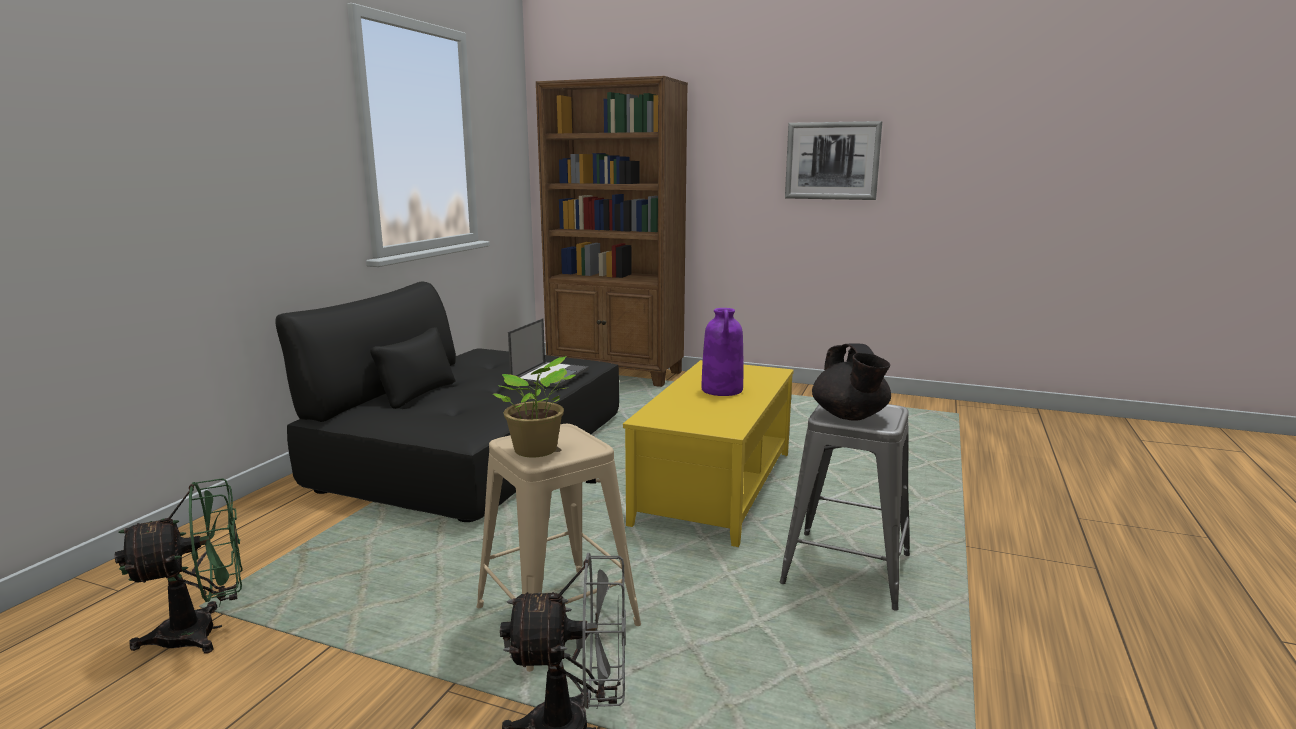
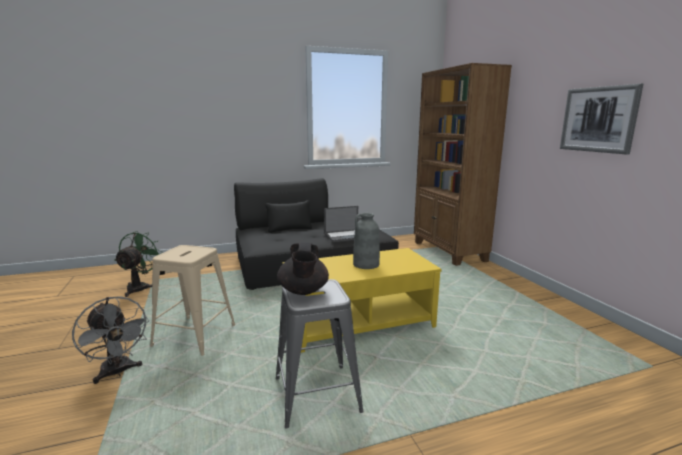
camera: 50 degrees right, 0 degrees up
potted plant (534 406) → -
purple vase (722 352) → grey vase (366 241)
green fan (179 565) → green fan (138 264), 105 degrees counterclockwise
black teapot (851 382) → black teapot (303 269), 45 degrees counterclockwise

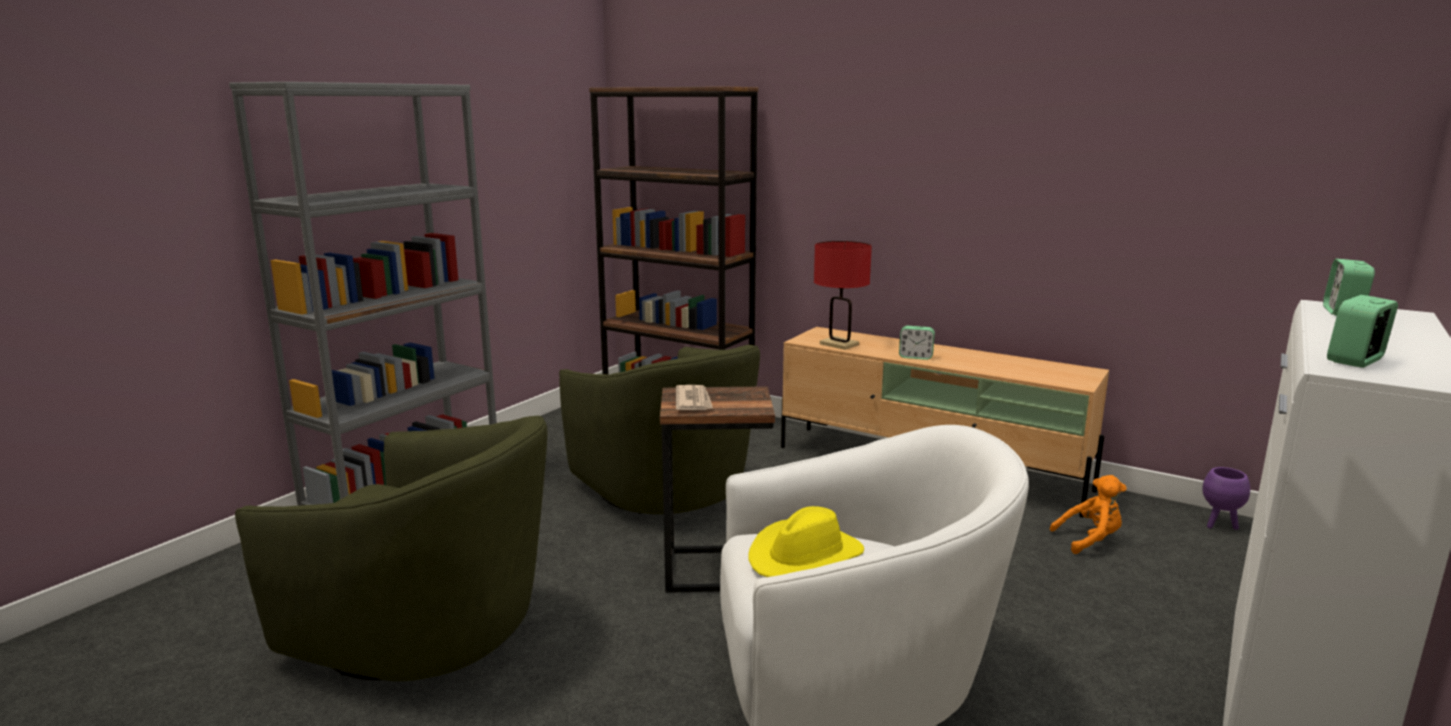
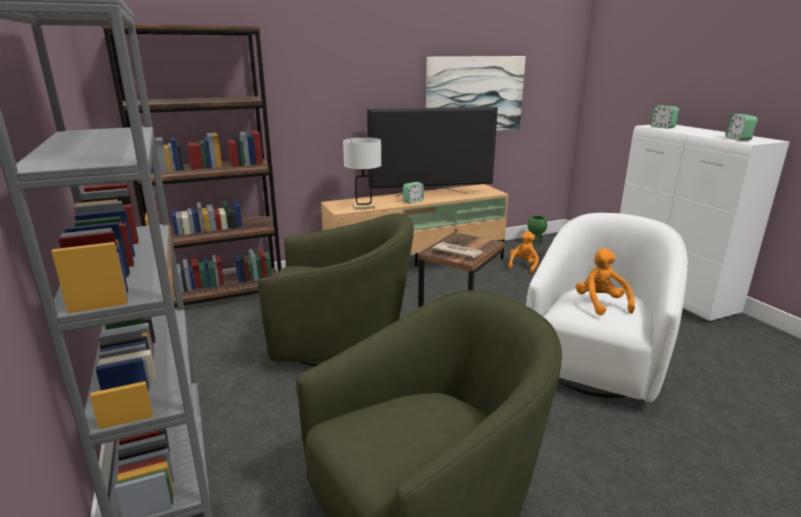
camera: 55 degrees left, 5 degrees up
- → television (432 152)
- → picture (476 93)
yellow hat (806 541) → orange plush toy (605 282)
red table lamp (843 295) → white table lamp (362 173)
purple planter (1226 498) → green planter (537 230)

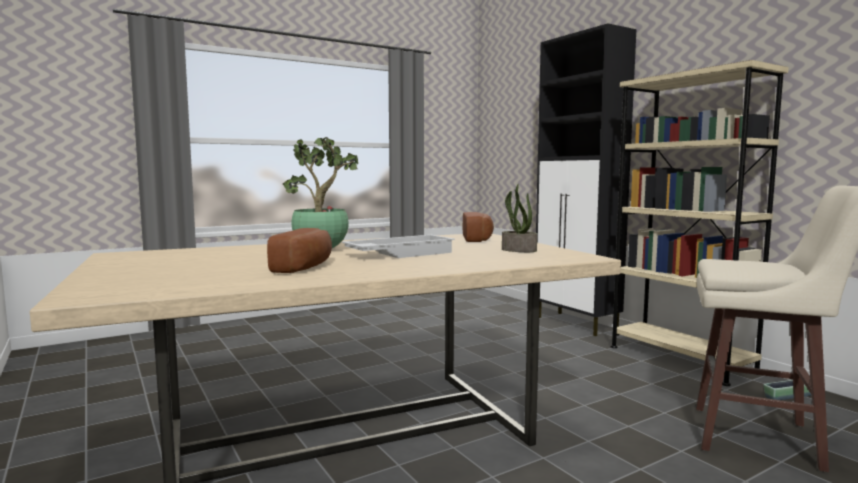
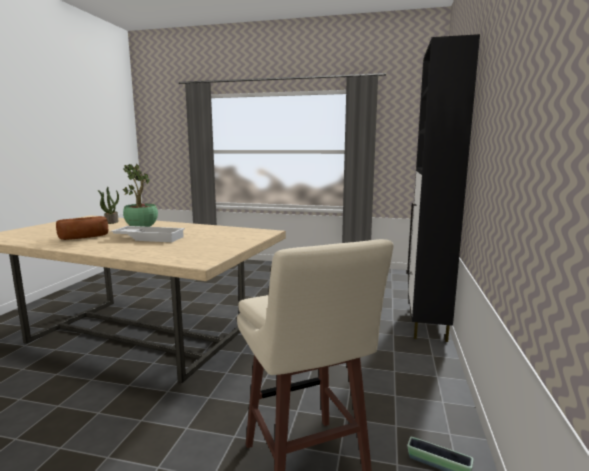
camera: 45 degrees right, 5 degrees up
bread (478 227) → -
beige bookcase (699 223) → -
potted plant (519 217) → potted plant (108 205), shifted

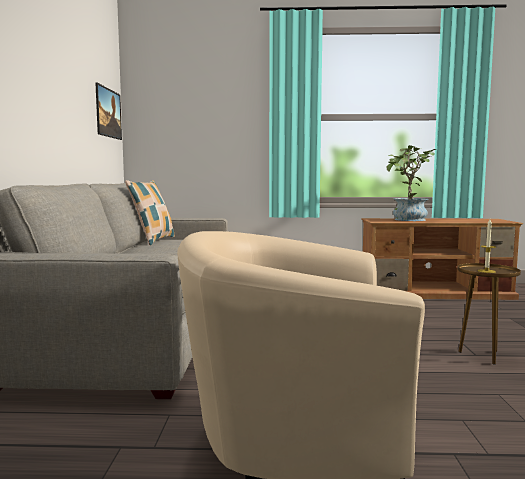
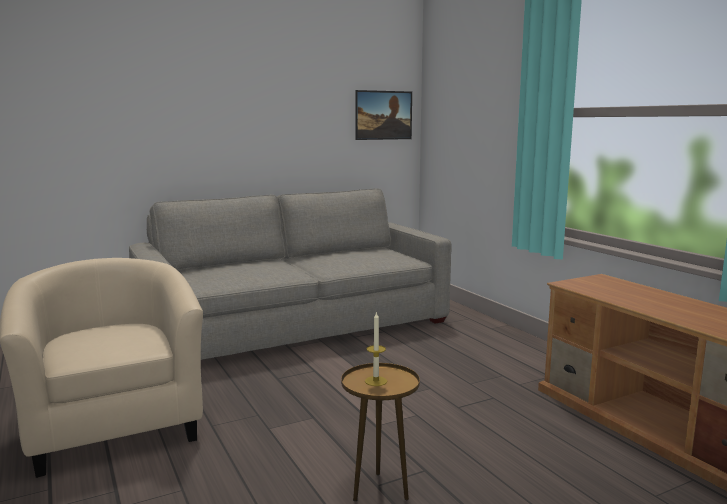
camera: 60 degrees right, 5 degrees up
pillow (150 212) → -
potted plant (411 183) → -

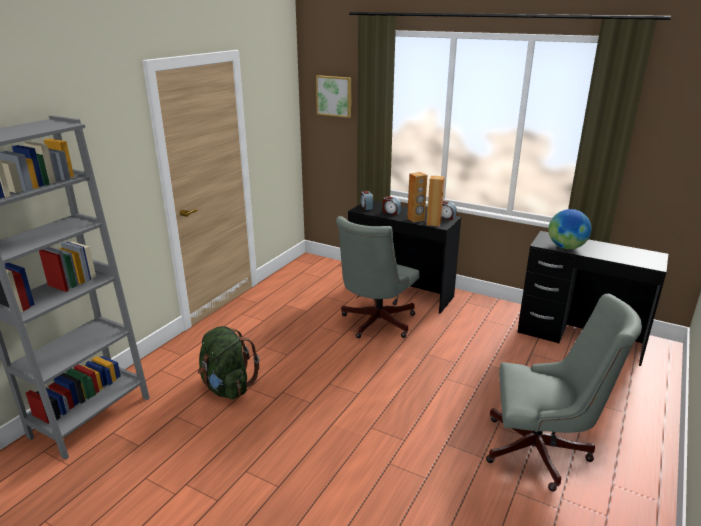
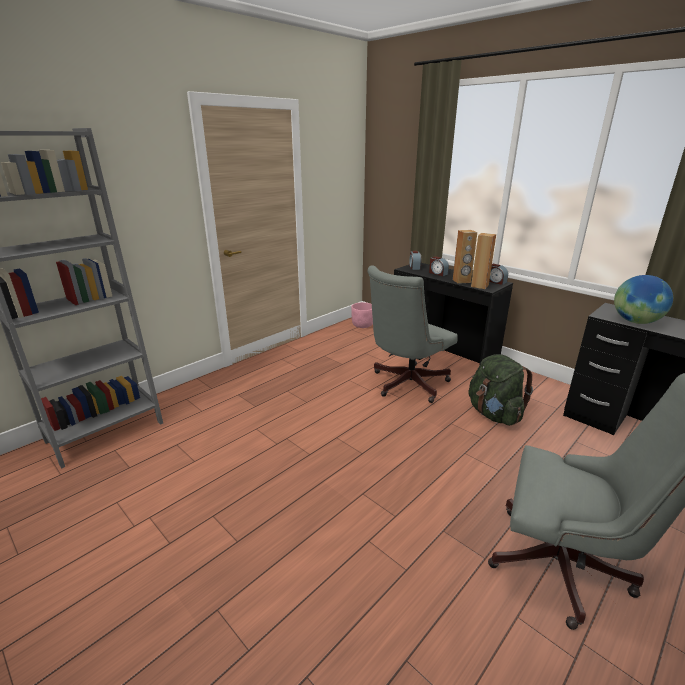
camera: 15 degrees right, 0 degrees up
picture (333 96) → -
- → pink planter (362 315)
green backpack (228 363) → green backpack (500 390), shifted

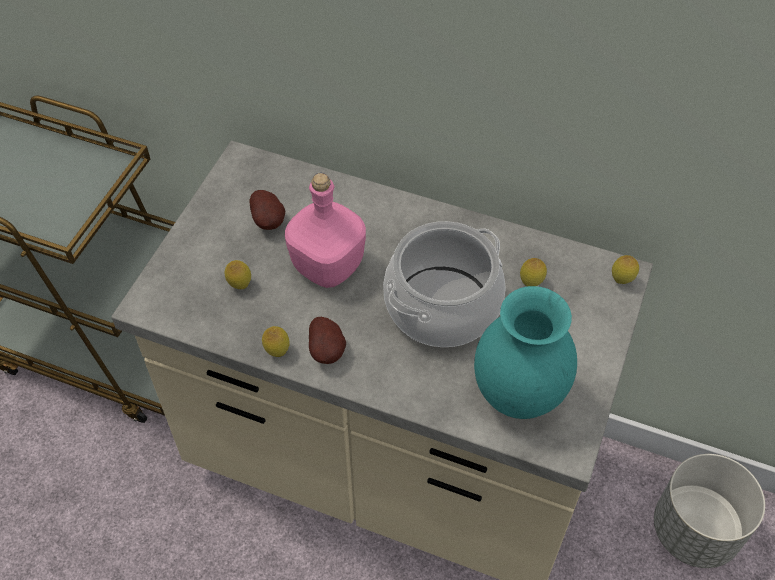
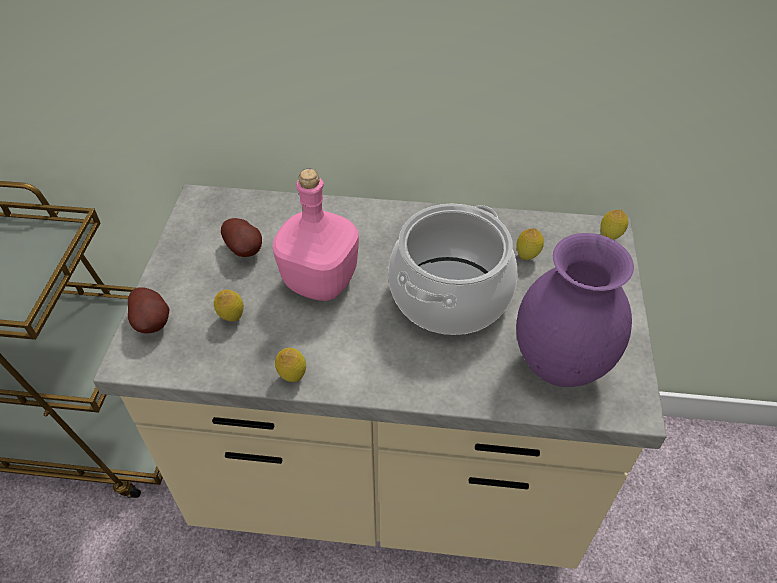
camera: 15 degrees left, 5 degrees down
grey planter (709 511) → -
potato (327 340) → potato (149 310), shifted
turquoise vase (525 352) → purple vase (575 310)

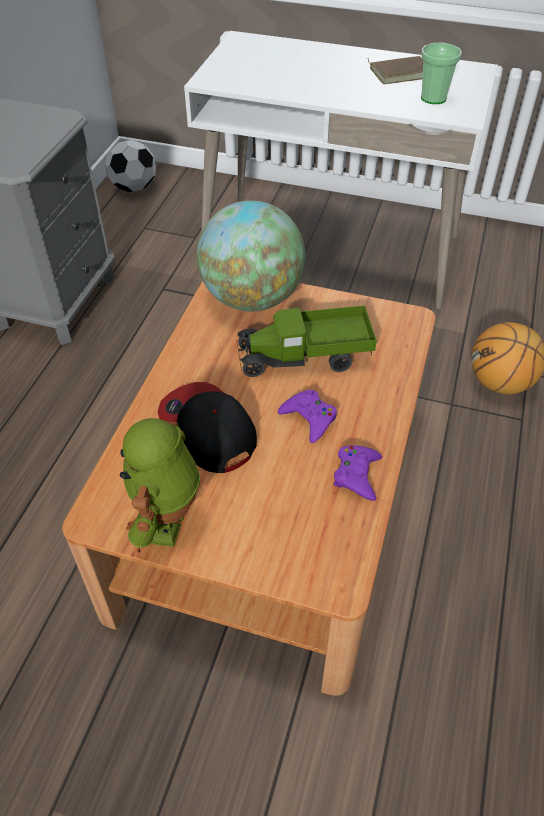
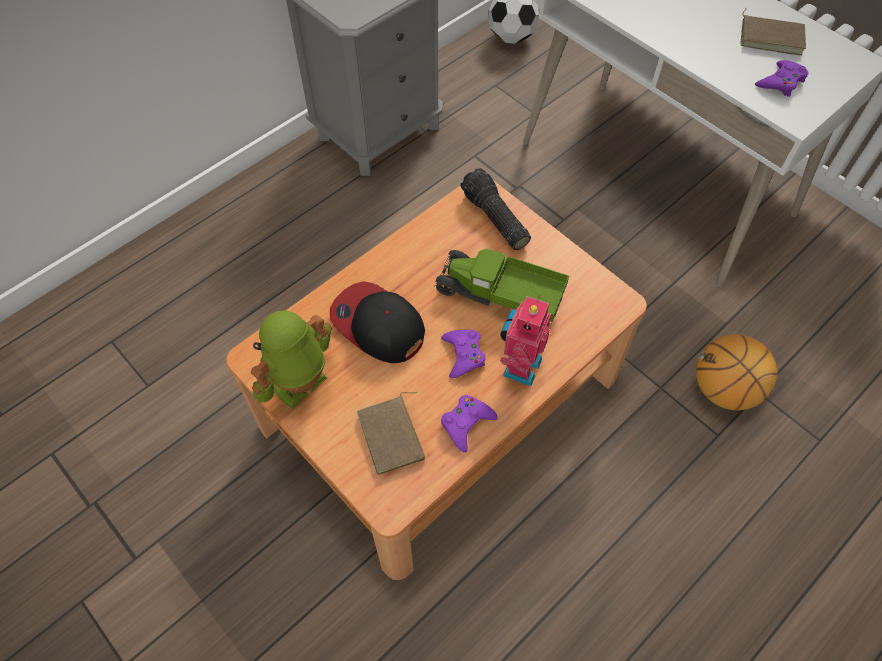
camera: 30 degrees right, 10 degrees up
- → brown book (391 433)
- → toy robot (525 341)
globe (251 255) → flashlight (496 209)
cup (441 73) → purple game controller (782 78)
cap (207 427) → cap (377 322), 45 degrees counterclockwise

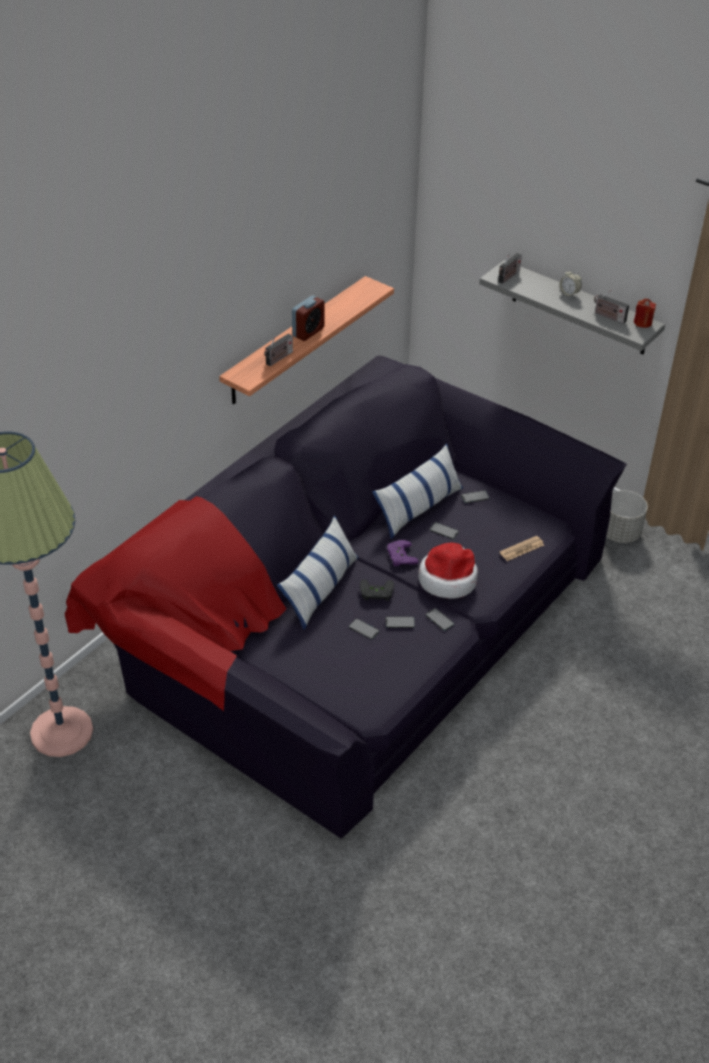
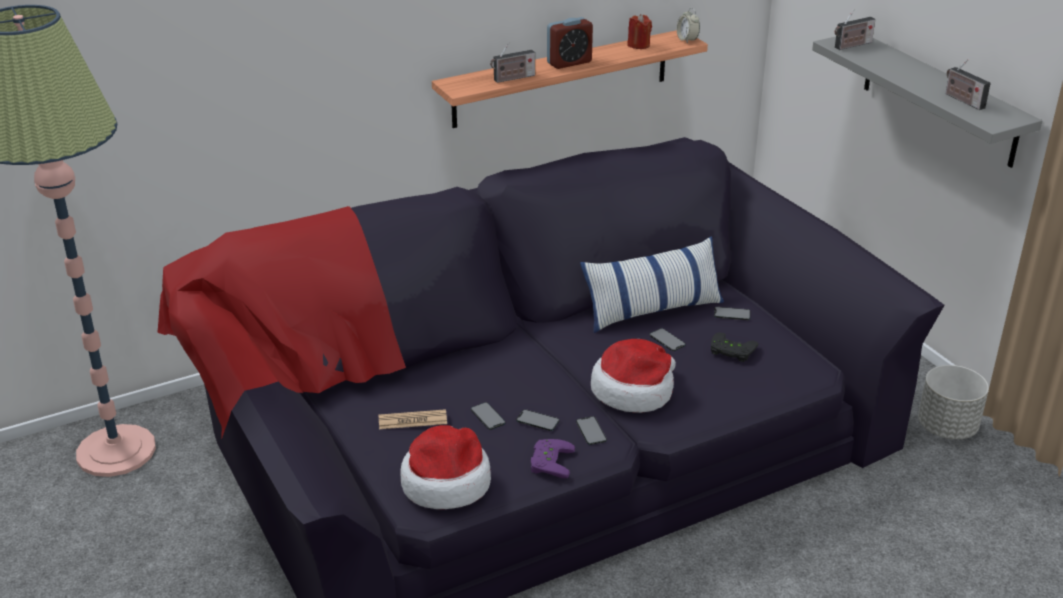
camera: 25 degrees right, 10 degrees down
pillow (318 572) → -
- → hat (445 467)
black game controller (377 590) → black game controller (734 347), shifted
purple game controller (403 553) → purple game controller (553 458), shifted
newspaper (521 548) → newspaper (413 419), shifted
alarm clock (571 283) → alarm clock (688 26), shifted
red candle (645 313) → red candle (639 31), shifted

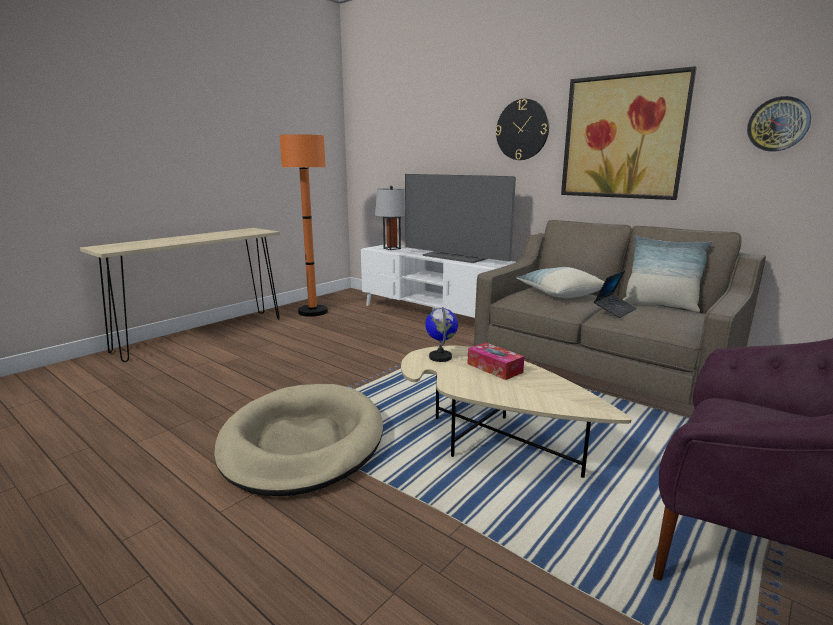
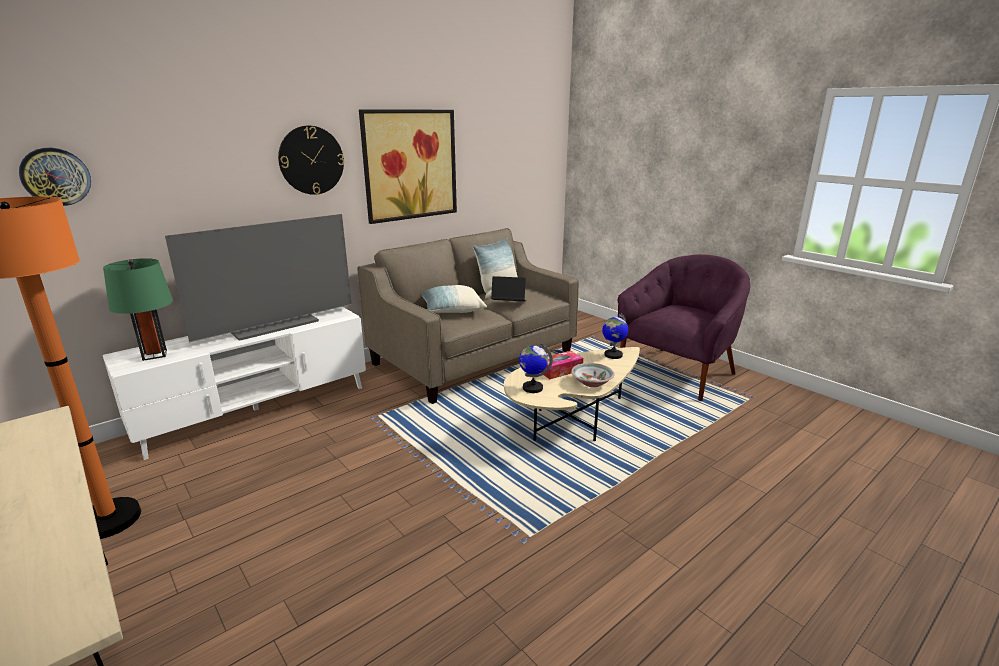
camera: 80 degrees left, 5 degrees up
beige dog bed (298 440) → -
- → bowl (593 375)
- → globe (615 336)
wall clock (779 123) → wall clock (55 177), shifted
grey table lamp (390 218) → green table lamp (138 309)
laptop (615 294) → laptop (508 288), 45 degrees counterclockwise

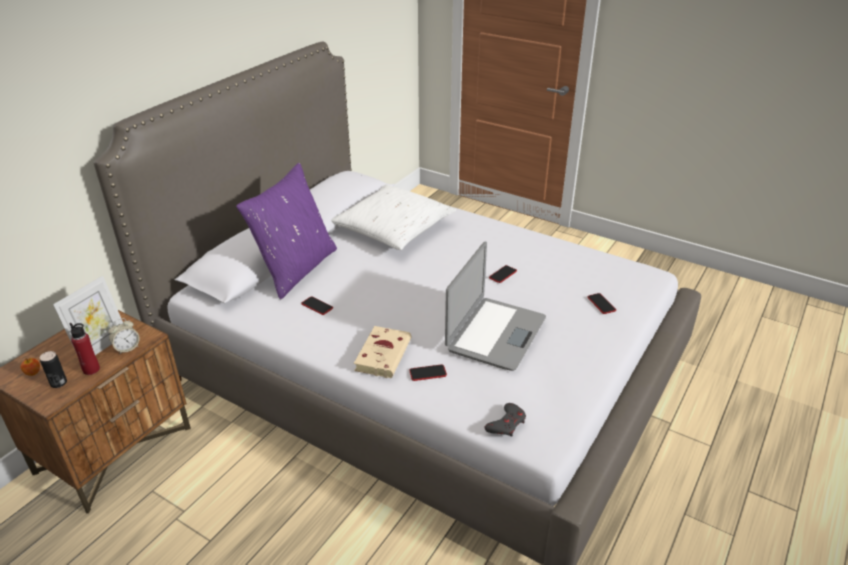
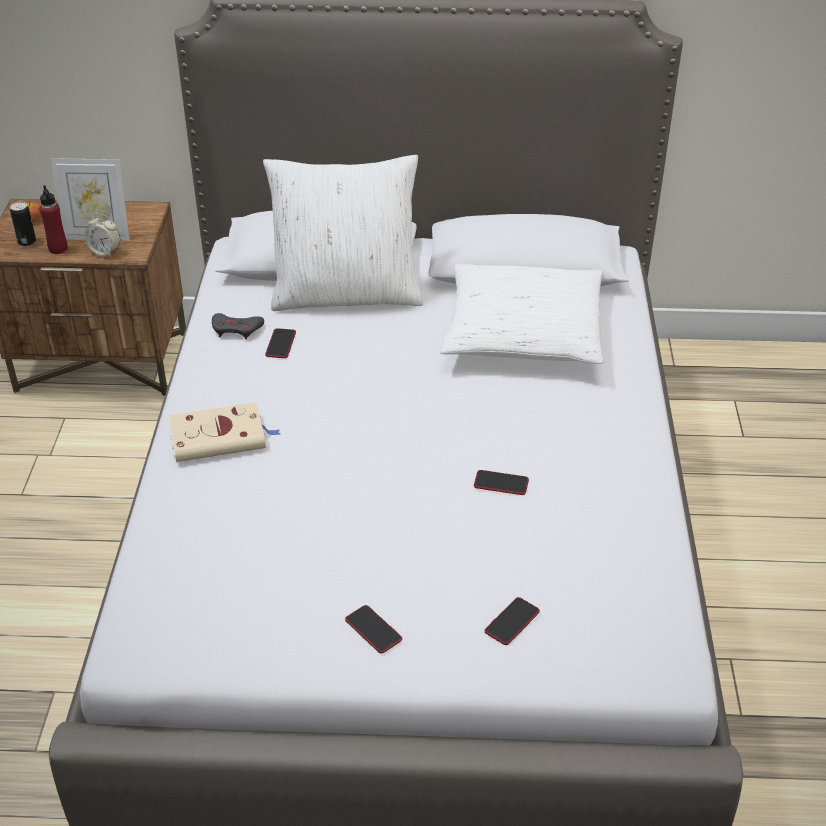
camera: 60 degrees right, 5 degrees up
laptop (495 306) → -
phone (428 372) → phone (373 629), shifted
grey game controller (505 420) → grey game controller (238 326), shifted
purple pillow (286 231) → white pillow (343 233)

